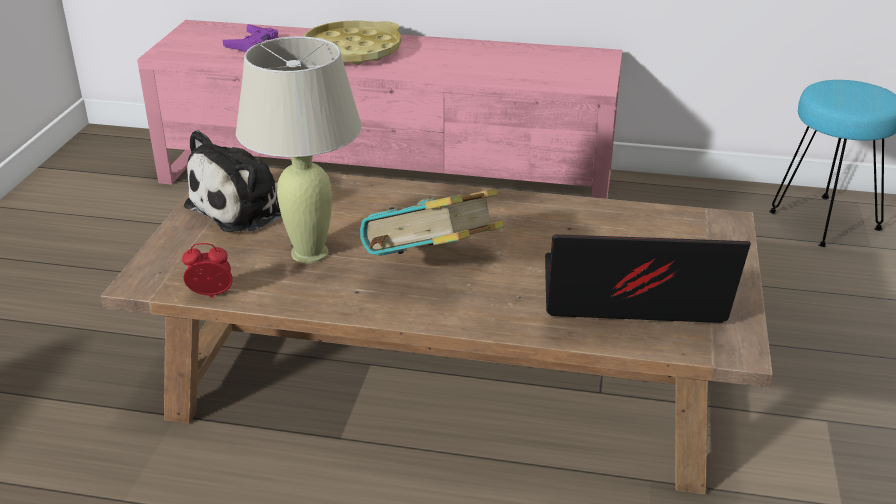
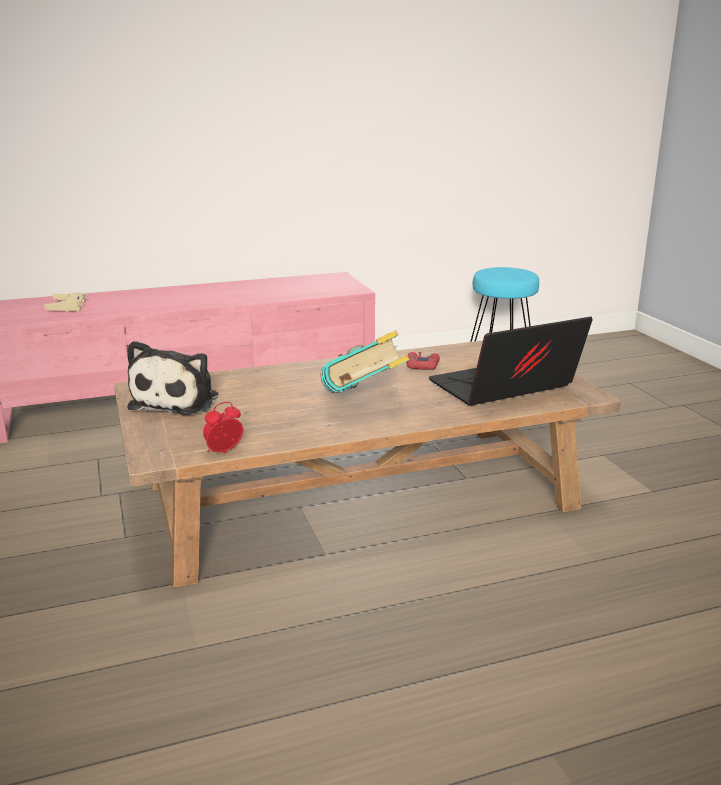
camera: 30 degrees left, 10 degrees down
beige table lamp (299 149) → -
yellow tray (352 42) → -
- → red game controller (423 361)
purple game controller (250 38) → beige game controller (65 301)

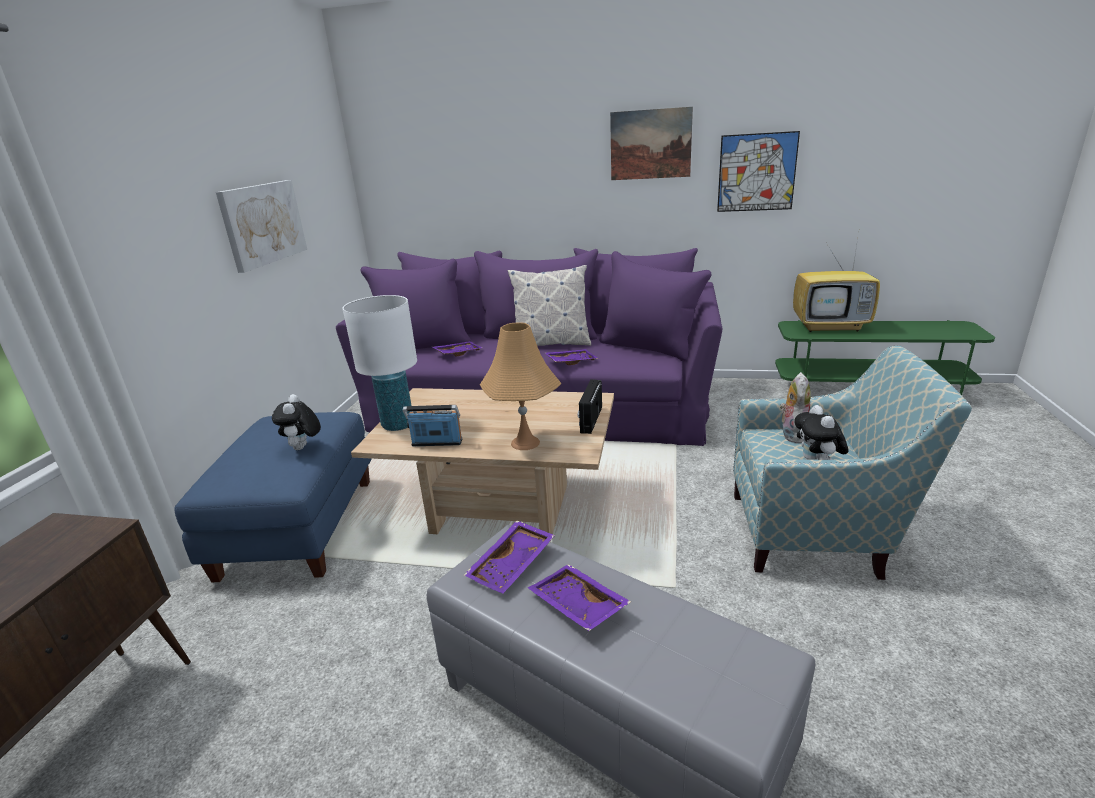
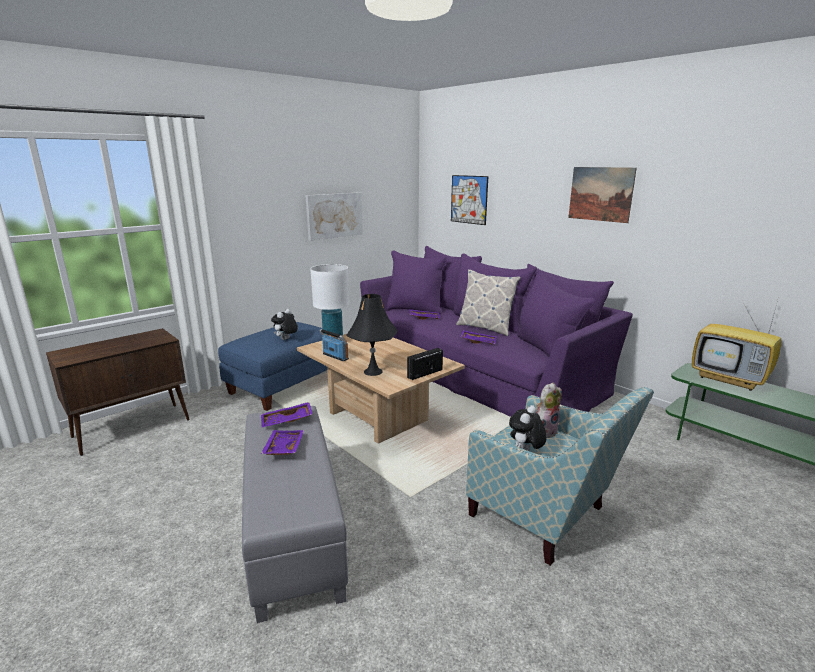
camera: 35 degrees right, 5 degrees down
picture (758 171) → picture (469 200), shifted
orange table lamp (521 386) → black table lamp (371 335)

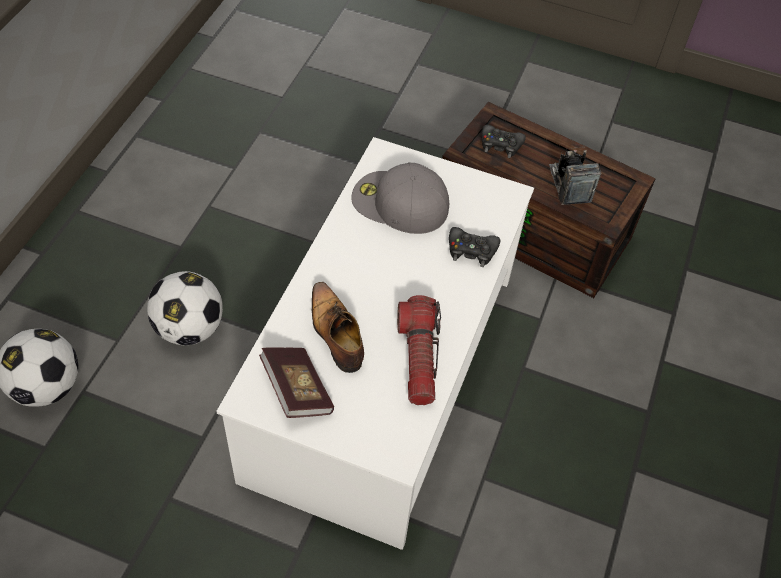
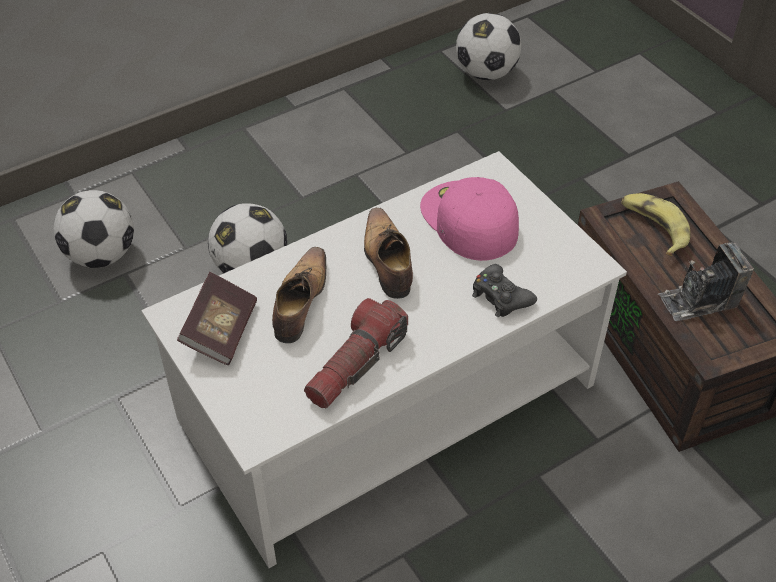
camera: 40 degrees right, 5 degrees down
- → shoe (388 253)
- → football (488 46)
black game controller (504 141) → banana (656 224)
grey cap (400 198) → pink cap (469 219)
photo camera (575 176) → photo camera (706 281), 135 degrees counterclockwise

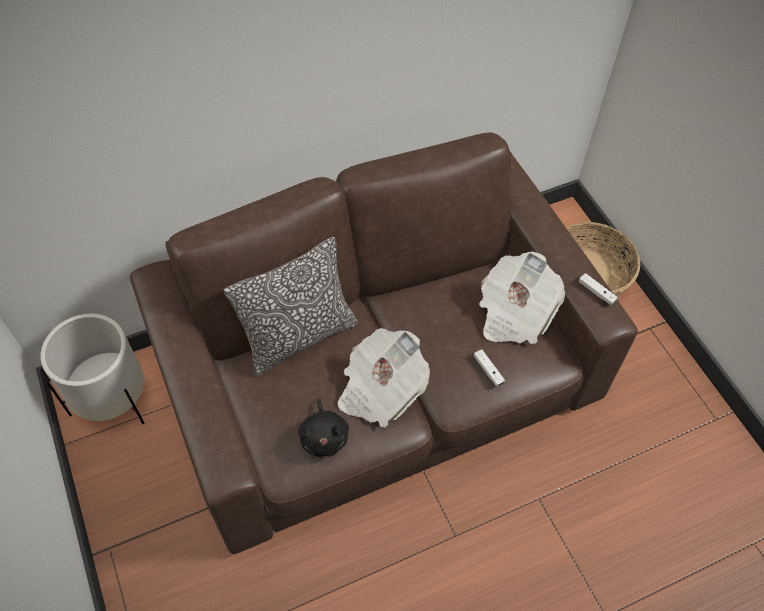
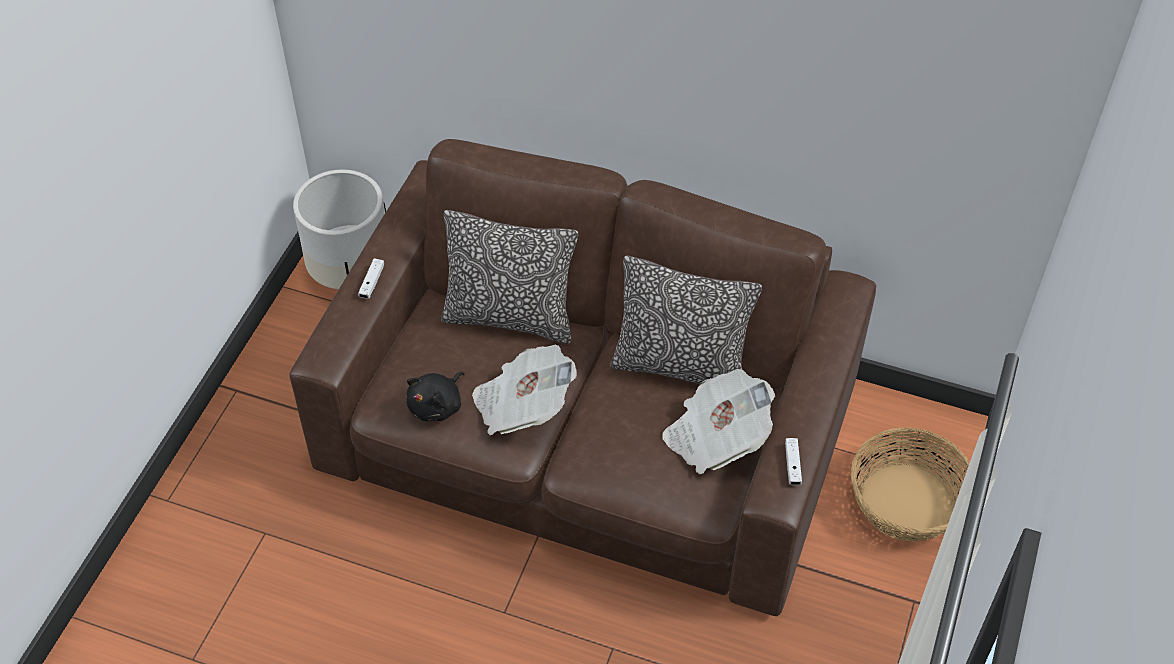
camera: 45 degrees right, 5 degrees down
- → pillow (686 319)
white game controller (489 368) → white game controller (371 279), shifted

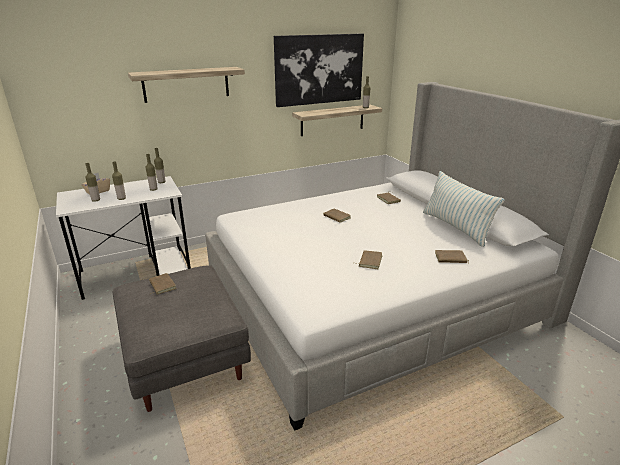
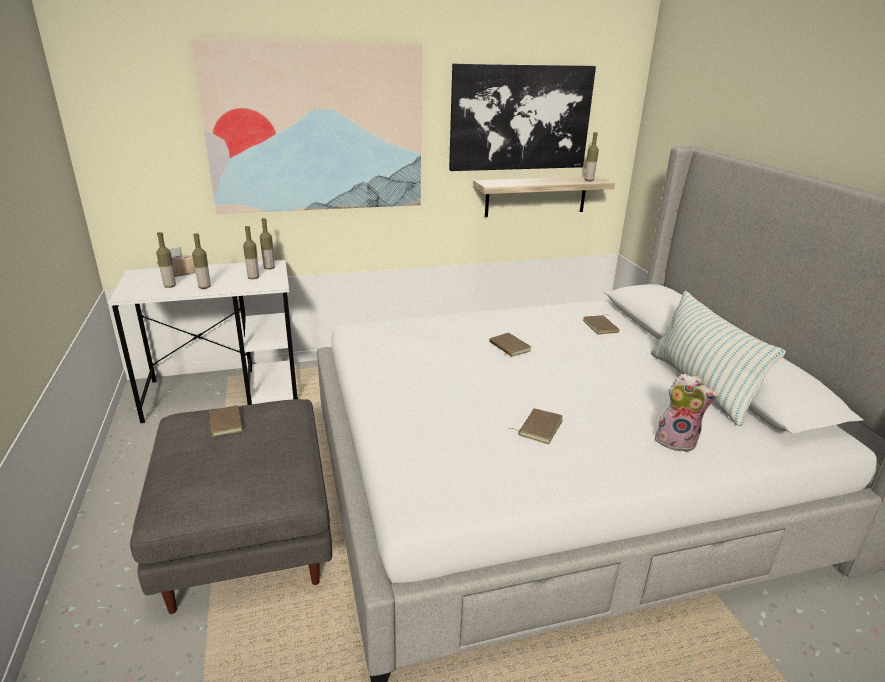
camera: 10 degrees right, 0 degrees up
shelf (186 85) → picture (306 126)
brown book (452 257) → plush toy (686 413)

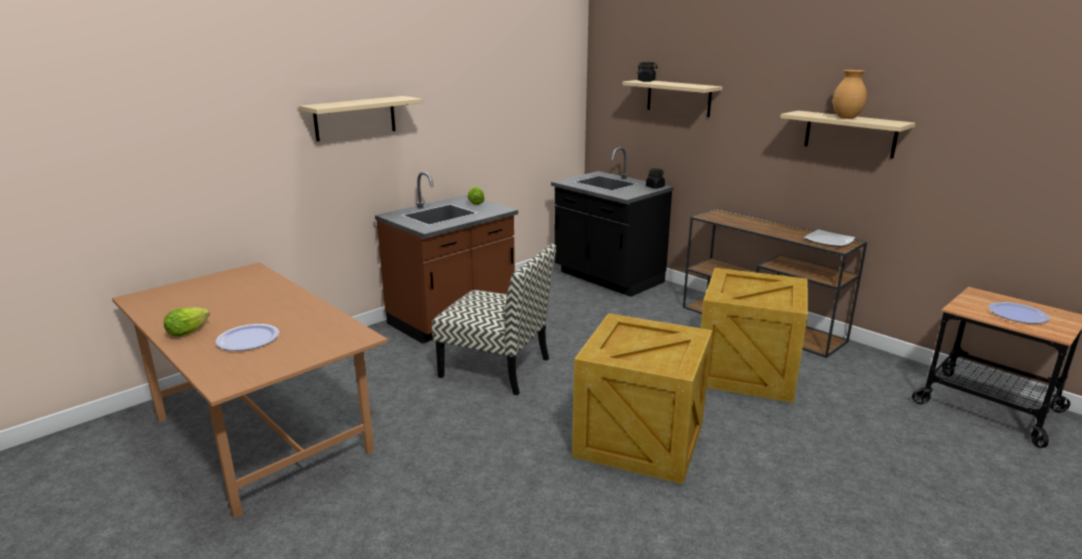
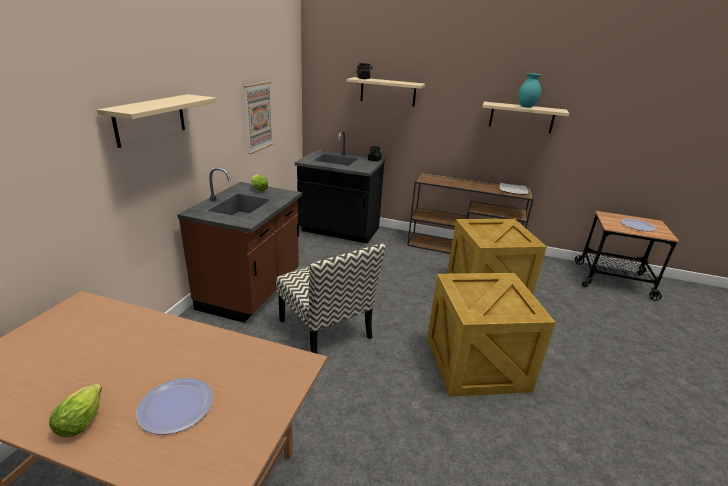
camera: 30 degrees left, 5 degrees up
- → picture (259 117)
brown vase (850 94) → turquoise vase (529 90)
chair (494 319) → chair (331 298), 60 degrees clockwise

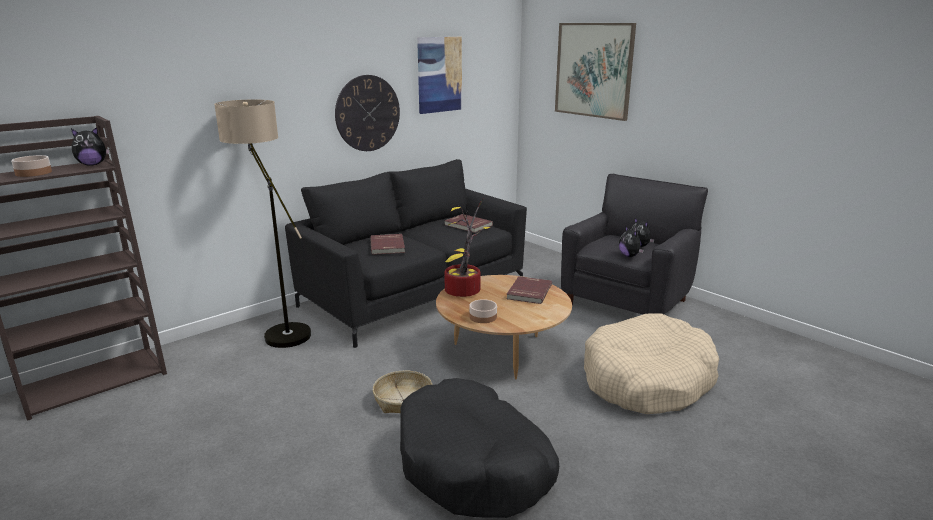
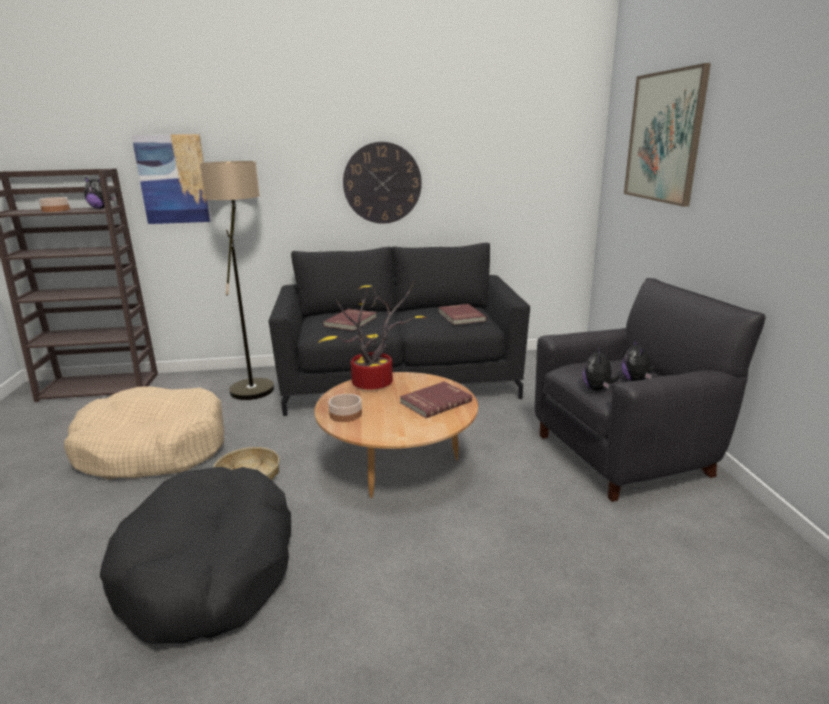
camera: 35 degrees right, 0 degrees up
picture (439 75) → picture (171 179), shifted
beige dog bed (651 363) → beige dog bed (144 433), shifted

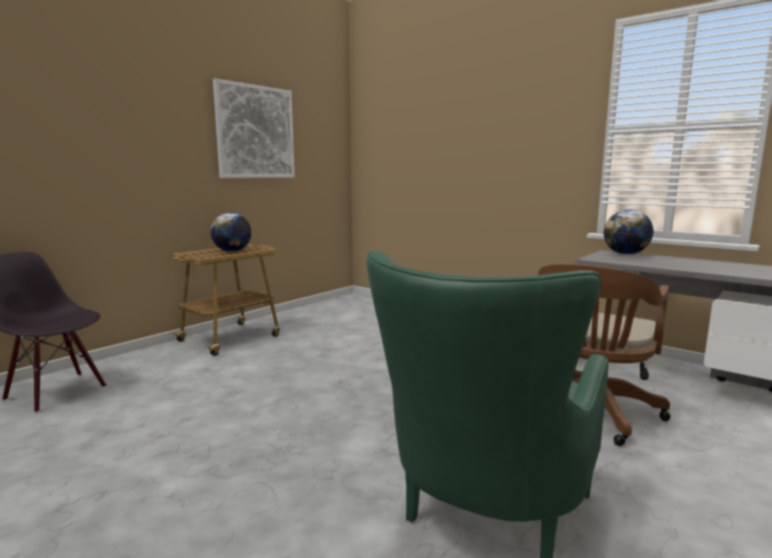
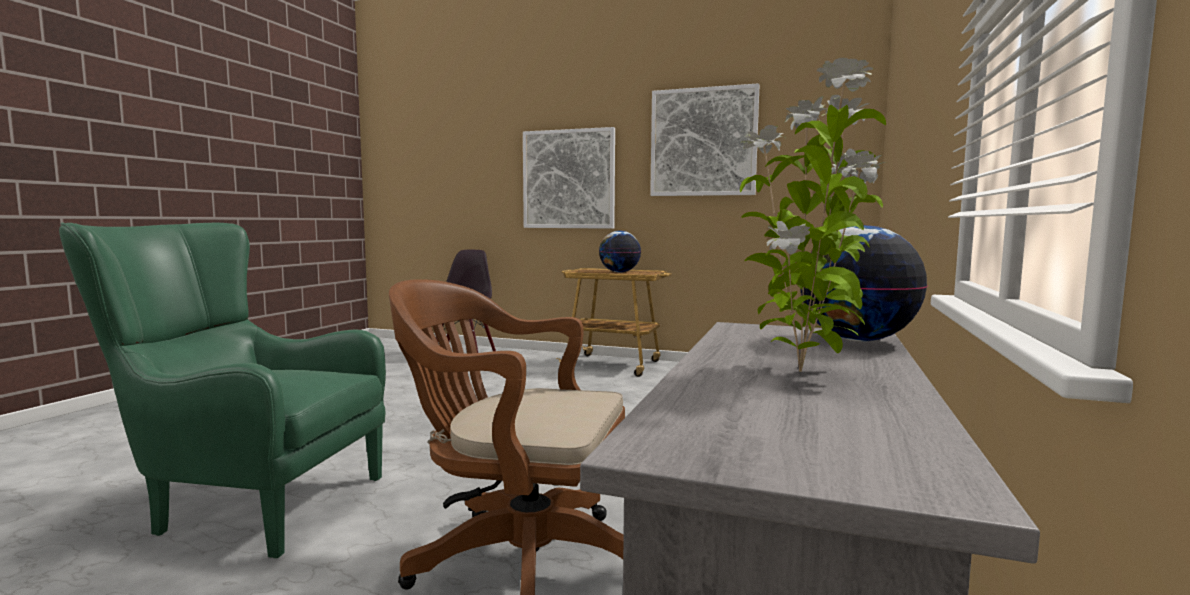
camera: 70 degrees right, 5 degrees down
- → picture (569 178)
- → potted plant (813 215)

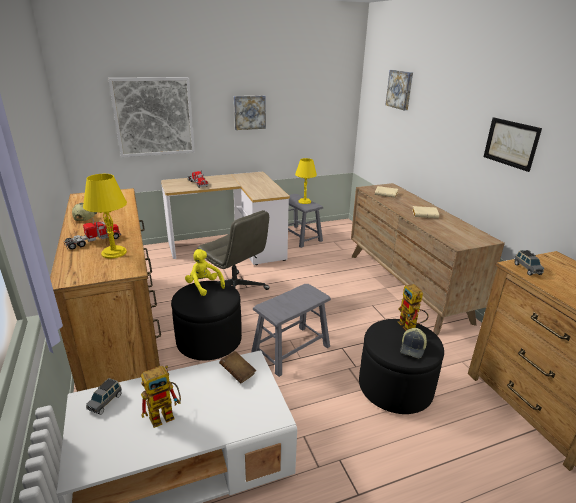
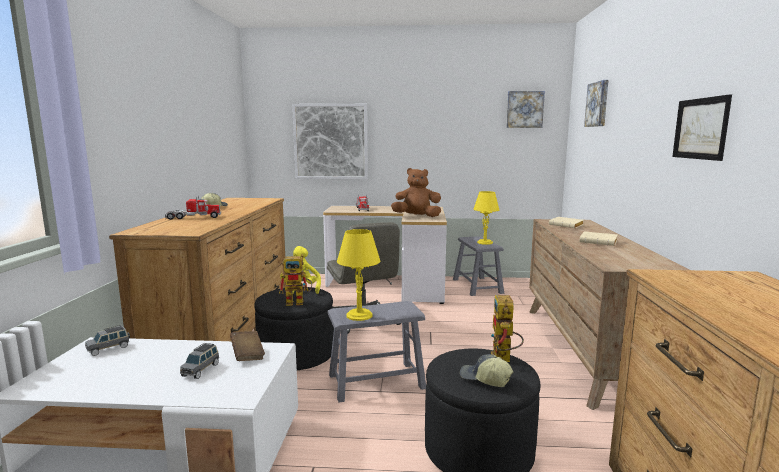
camera: 25 degrees right, 15 degrees down
- → brown plush toy (416 192)
yellow table lamp (105 216) → yellow table lamp (358 275), shifted
toy robot (161 396) → toy robot (295 280), shifted
picture (250 112) → picture (525 109), shifted
grey toy car (529 263) → grey toy car (199 361), shifted
cap (413 343) → cap (486 370), 75 degrees clockwise

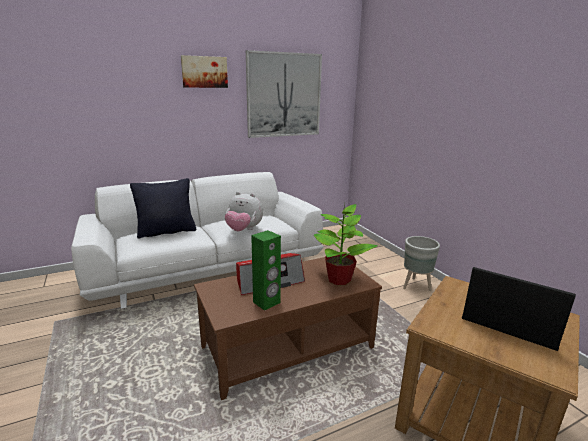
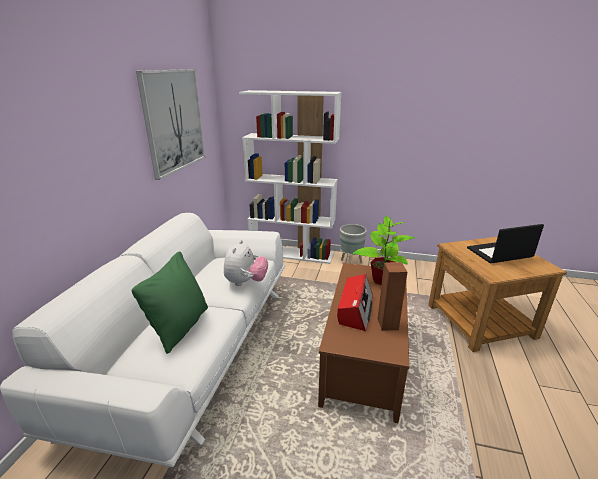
camera: 50 degrees left, 5 degrees up
picture (204 71) → -
- → white bookcase (290 177)
black pillow (163 208) → green pillow (170 302)
green speaker (266 270) → brown speaker (392 296)
plush toy (244 211) → plush toy (246 263), 45 degrees counterclockwise

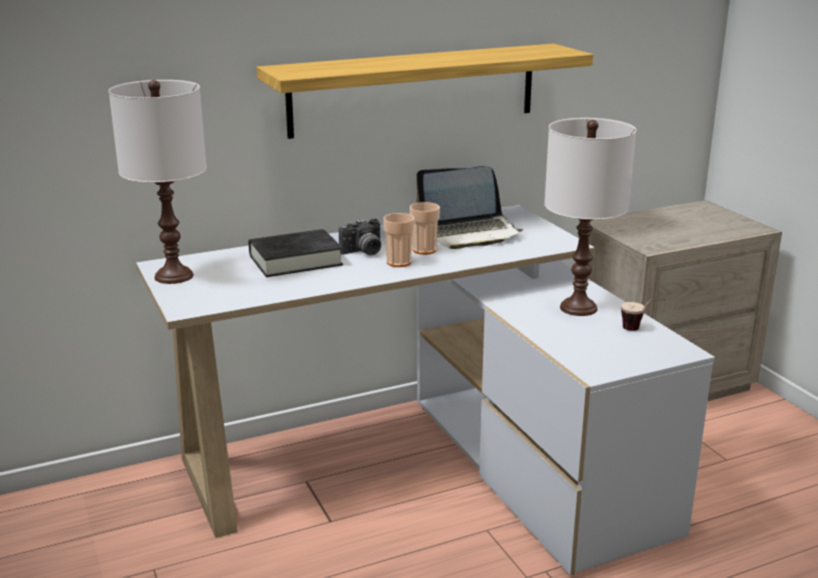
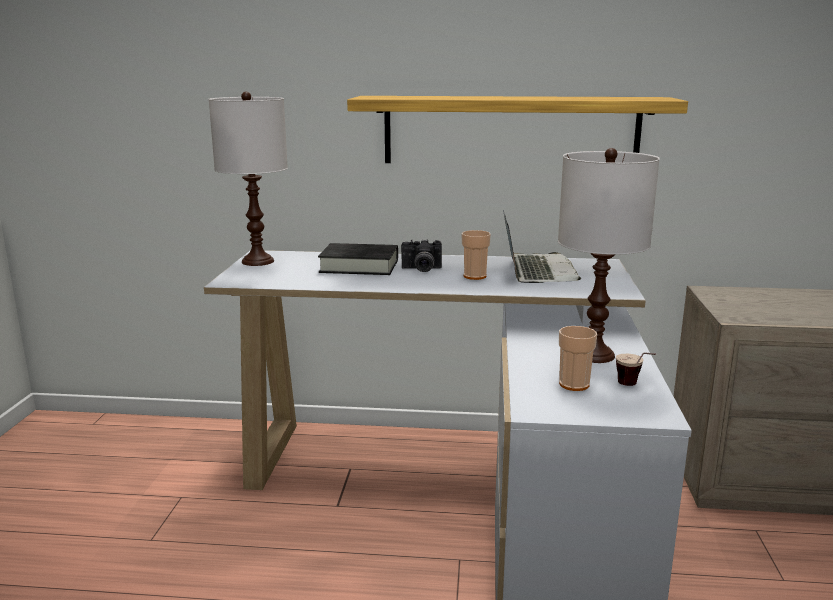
camera: 30 degrees right, 5 degrees down
cup (398 240) → cup (578 358), shifted
laptop (469 207) → laptop (542 246), 105 degrees counterclockwise

